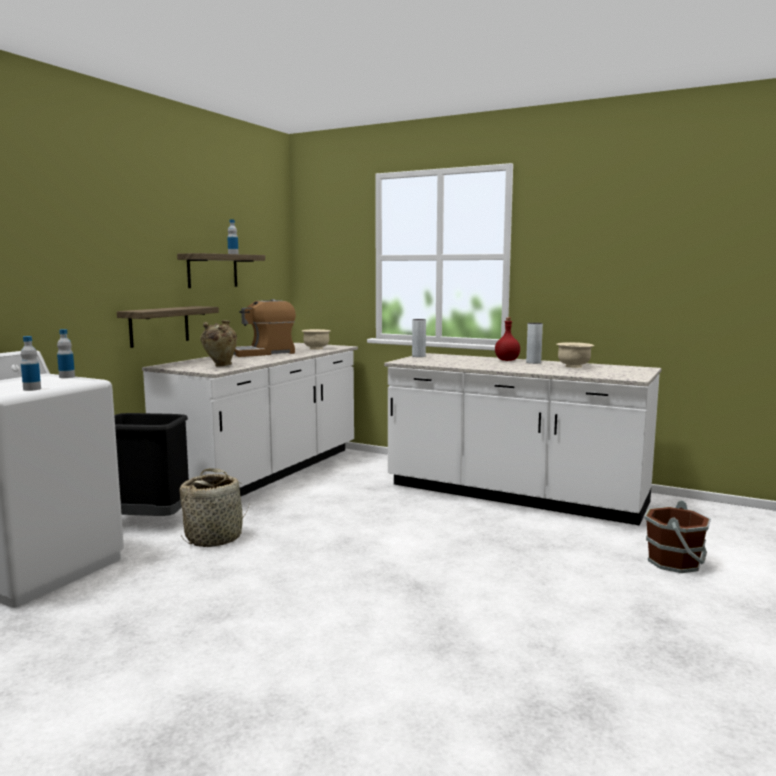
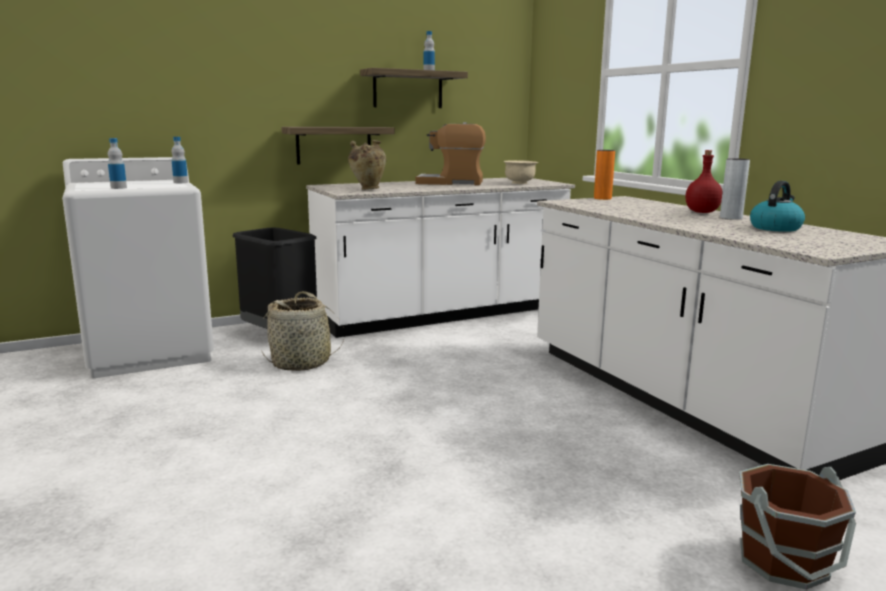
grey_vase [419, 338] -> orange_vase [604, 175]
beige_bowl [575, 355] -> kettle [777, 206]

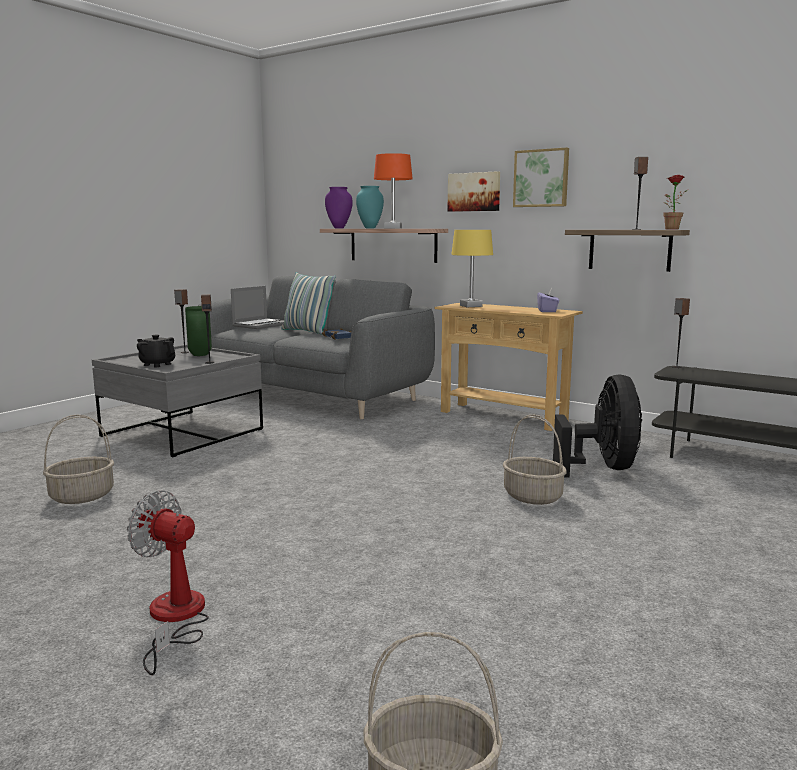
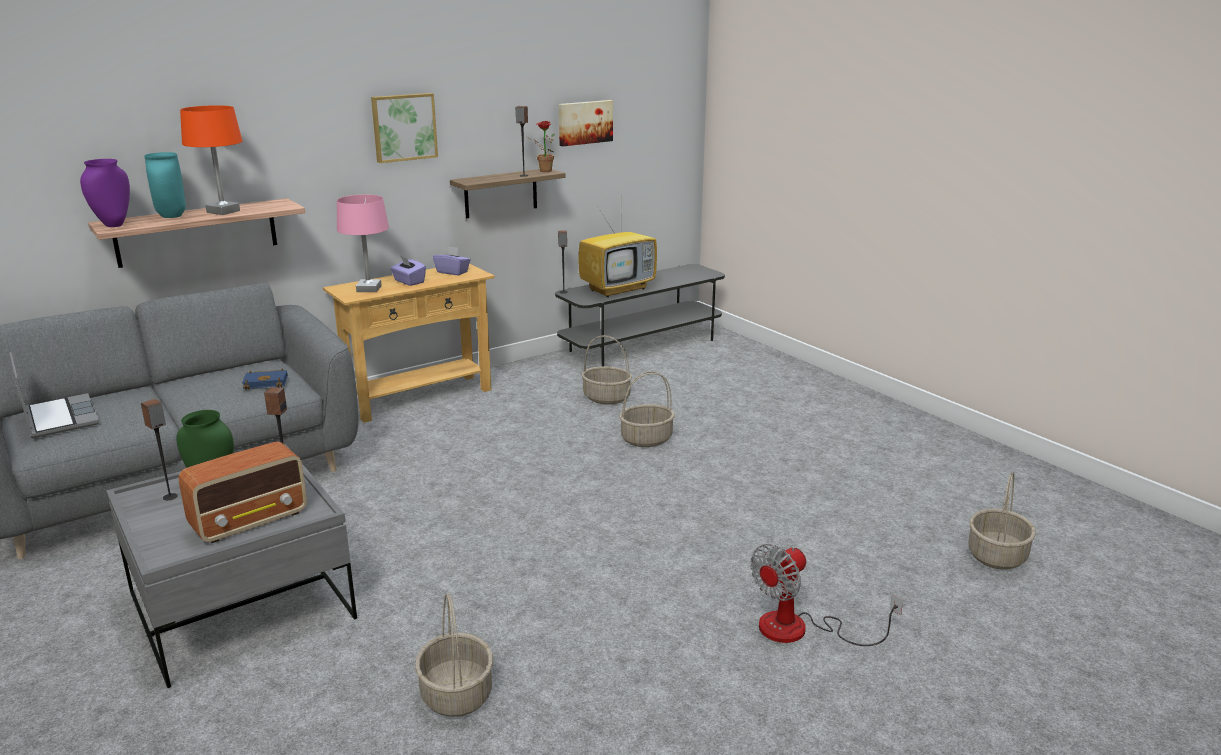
black_teapot [156, 351] -> radio [243, 492]
pillow [309, 303] -> none
picture [473, 191] -> picture [586, 123], relocated
yellow_table_lamp [472, 268] -> pink_table_lamp [363, 243]
black_fan [597, 426] -> basket [606, 370]
none -> purple_tissue_box [408, 271]
none -> television [617, 251]

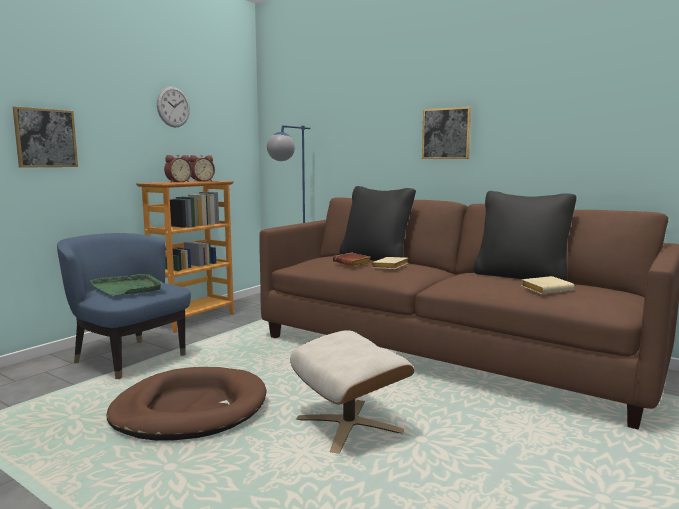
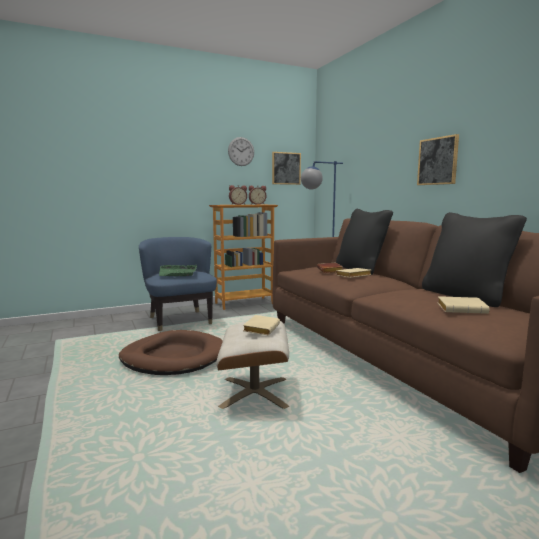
picture [45, 137] -> picture [286, 168], relocated
none -> beige_book [261, 325]

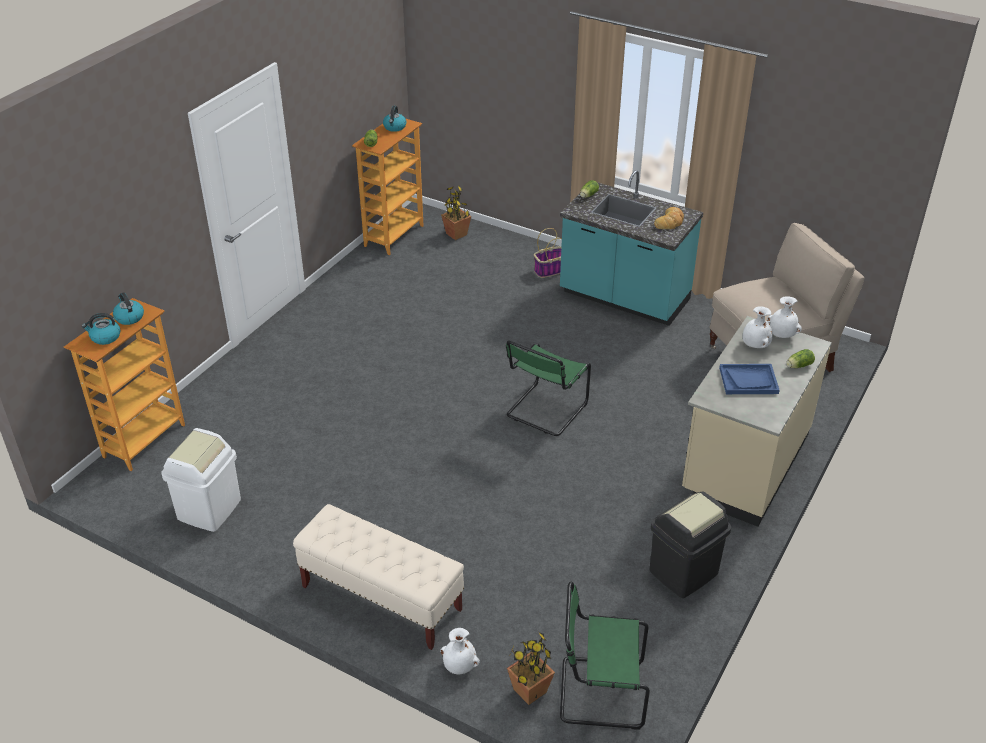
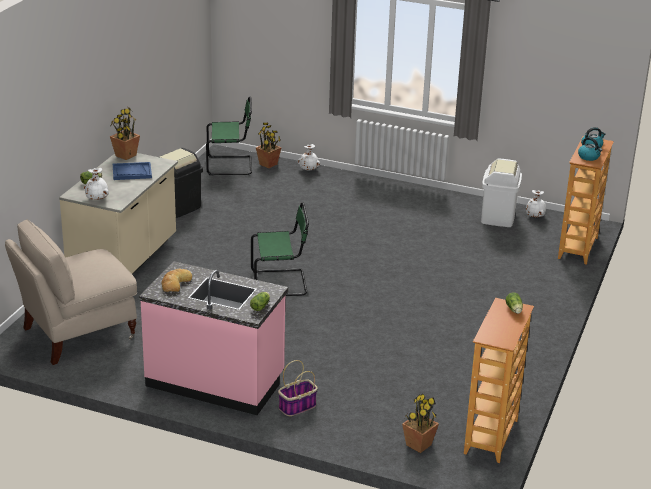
beige_bench [378, 577] -> none
kettle [394, 119] -> none
green_chair [548, 388] -> green_chair [280, 249], 60 degrees clockwise
turquoise_counter [631, 248] -> pink_counter [213, 338]
white_vase [757, 327] -> white_vase [536, 203], relocated
none -> potted_plant [125, 133]

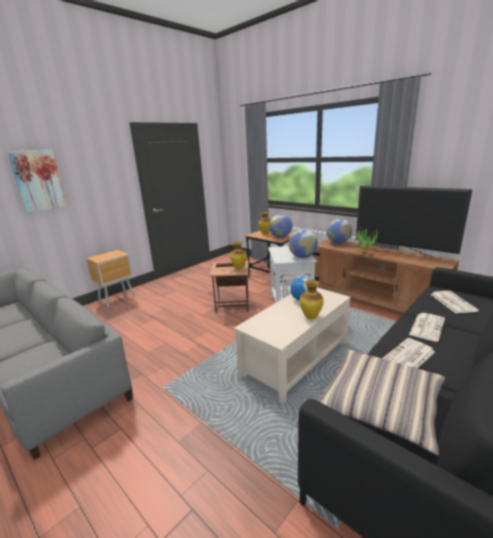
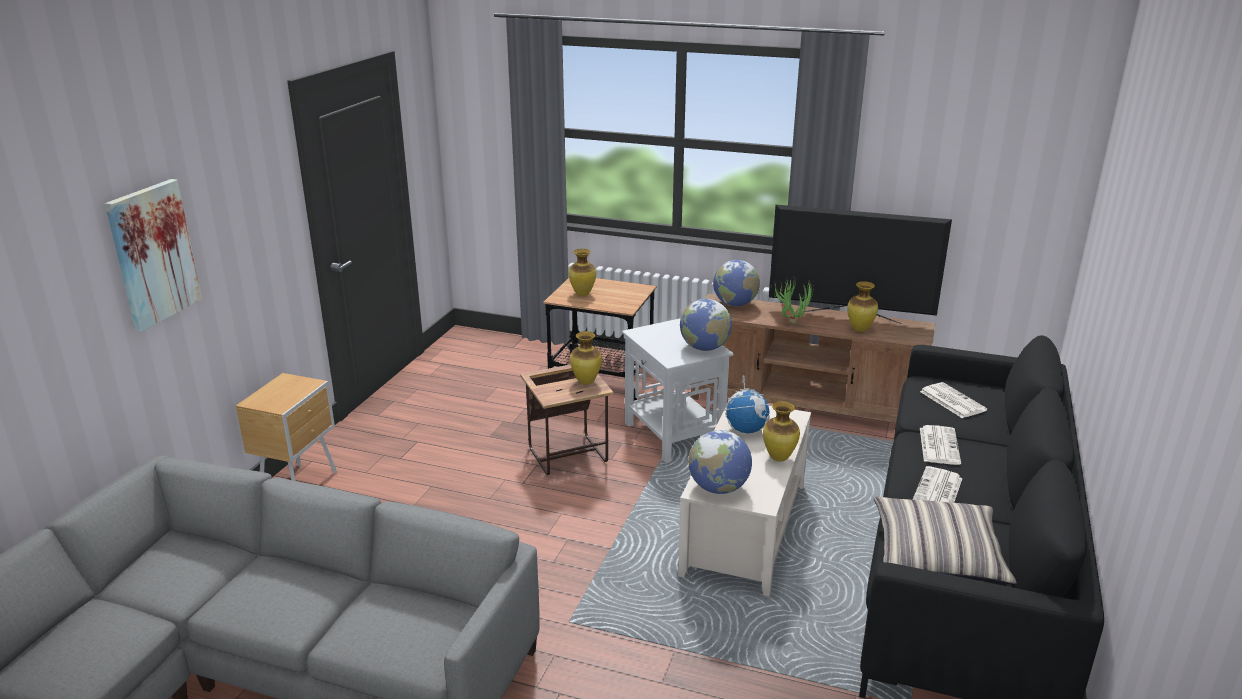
globe [280, 226] -> globe [720, 462], relocated
none -> vase [862, 306]

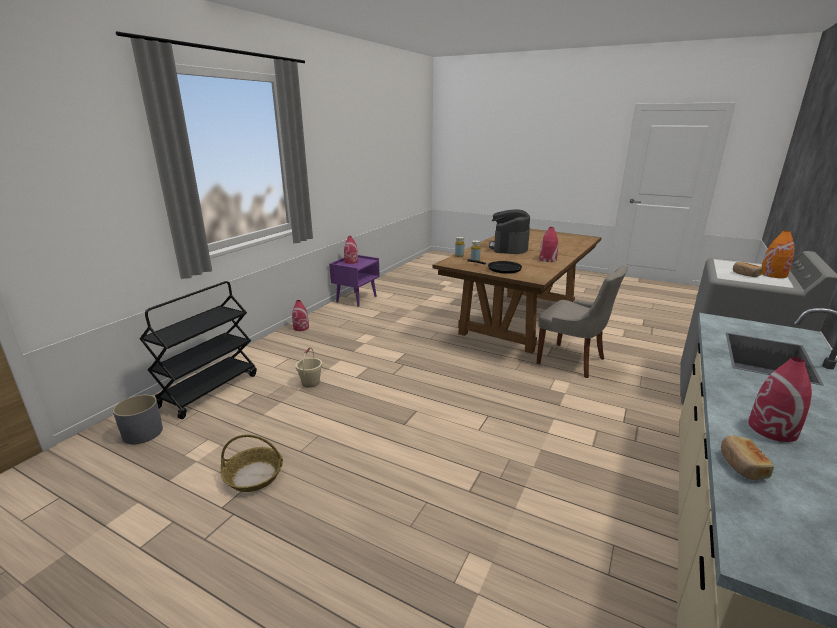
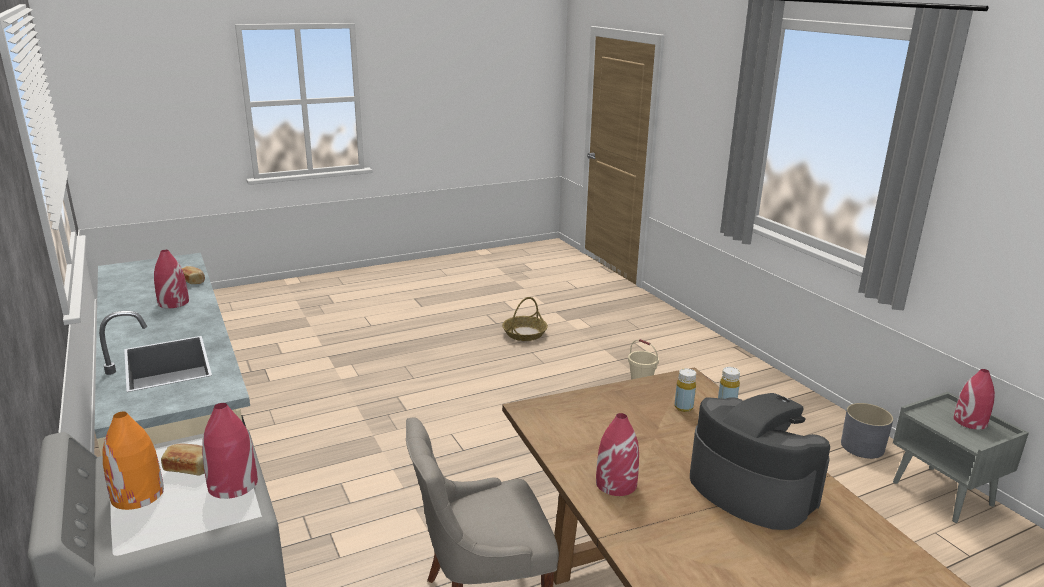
grey_planter [138, 420] -> grey_planter [867, 431], relocated
black_cart [198, 350] -> none
red_vase [300, 315] -> red_vase [230, 451], relocated
purple_nightstand [354, 281] -> grey_nightstand [961, 457]
black_frying_pan [494, 266] -> none

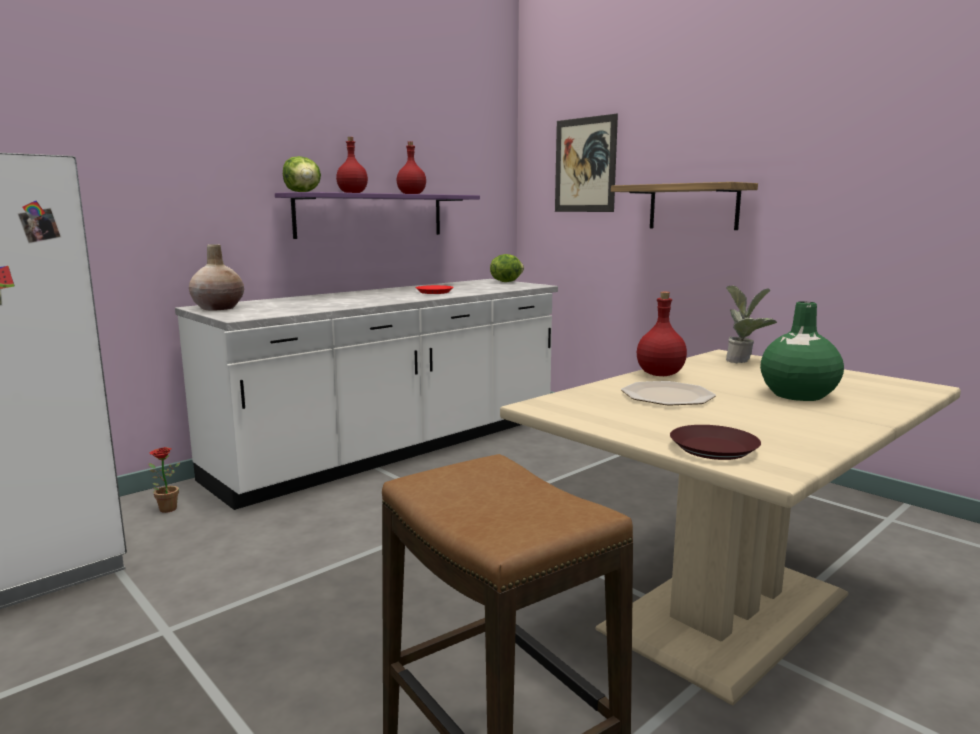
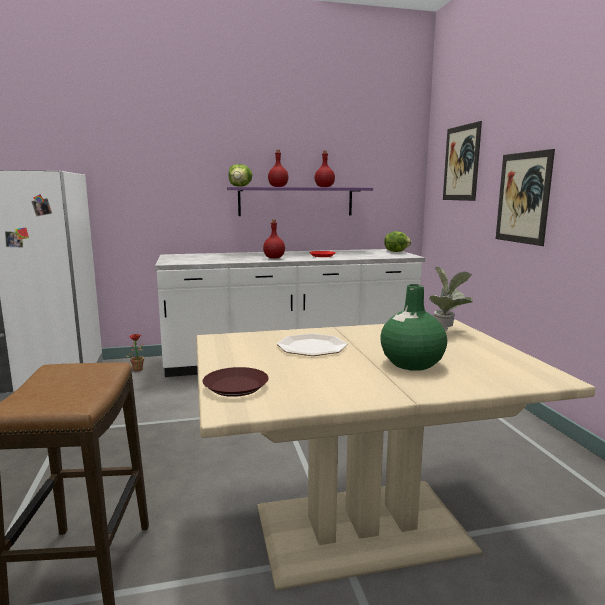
beige_vase [216, 277] -> none
shelf [684, 206] -> picture [525, 197]
red_bottle [662, 334] -> red_bottle [274, 239], relocated

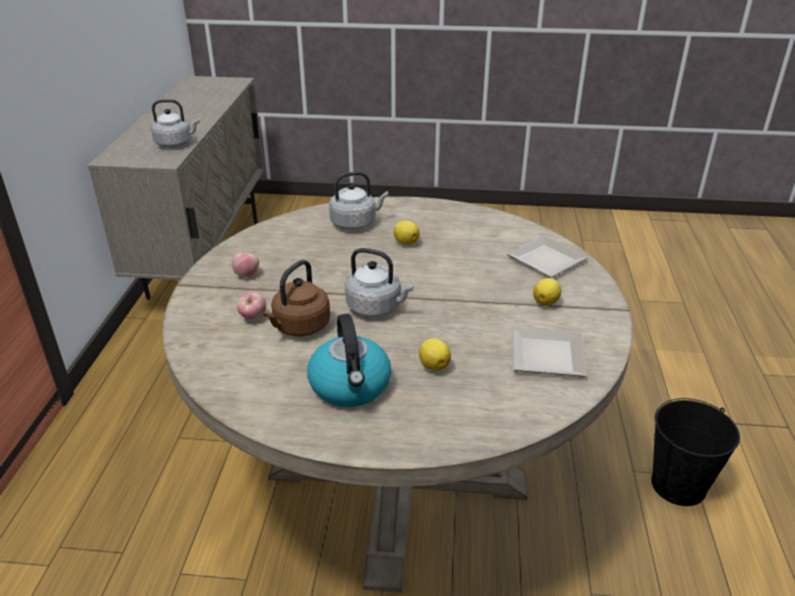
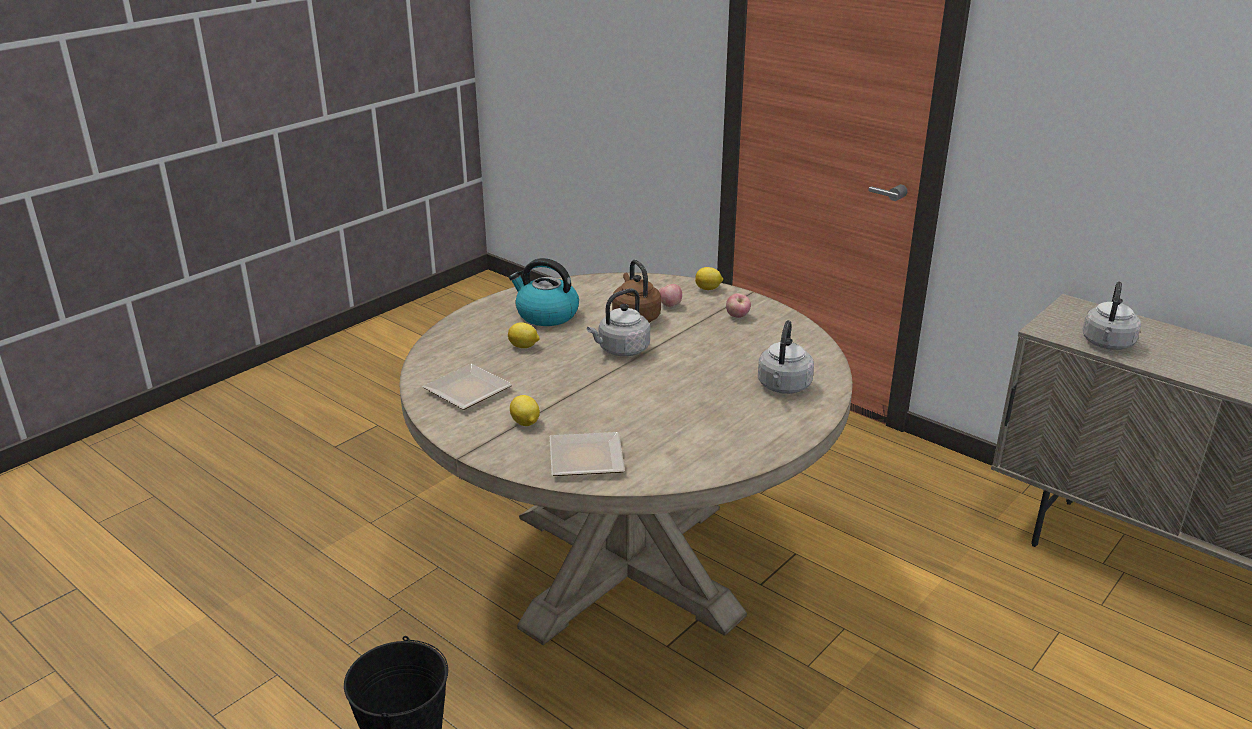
lemon [407, 233] -> lemon [709, 278], relocated

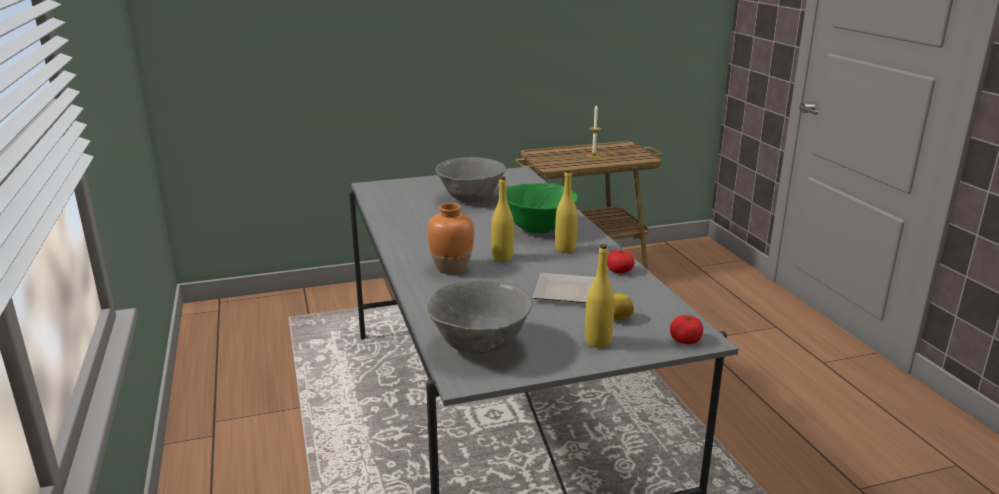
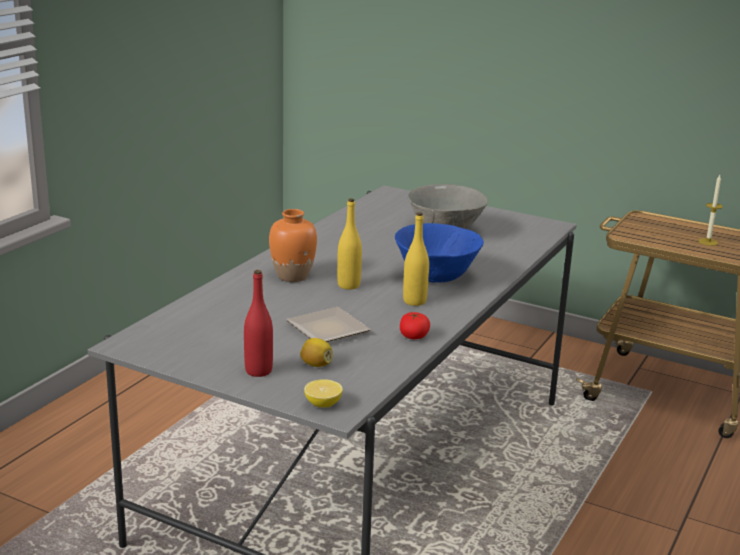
grey_bowl [479, 316] -> none
green_bowl [542, 208] -> blue_bowl [439, 253]
yellow_bottle [600, 296] -> red_bottle [258, 323]
tomato [686, 329] -> lemon [323, 393]

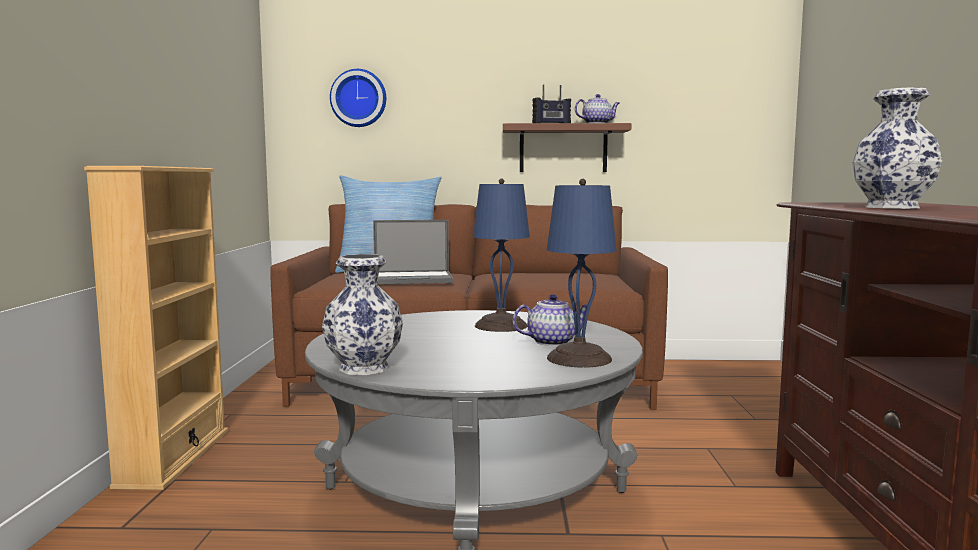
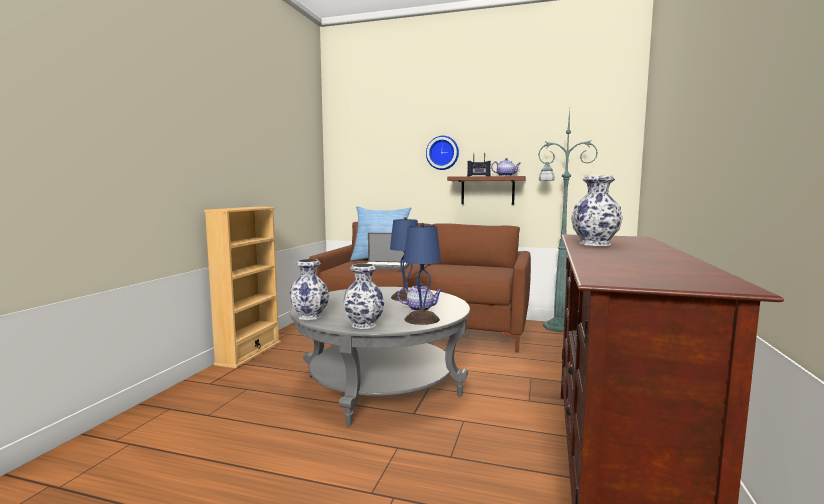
wall_clock [358, 98] -> wall_clock [442, 153], relocated
none -> vase [363, 296]
none -> green_floor_lamp [568, 220]

